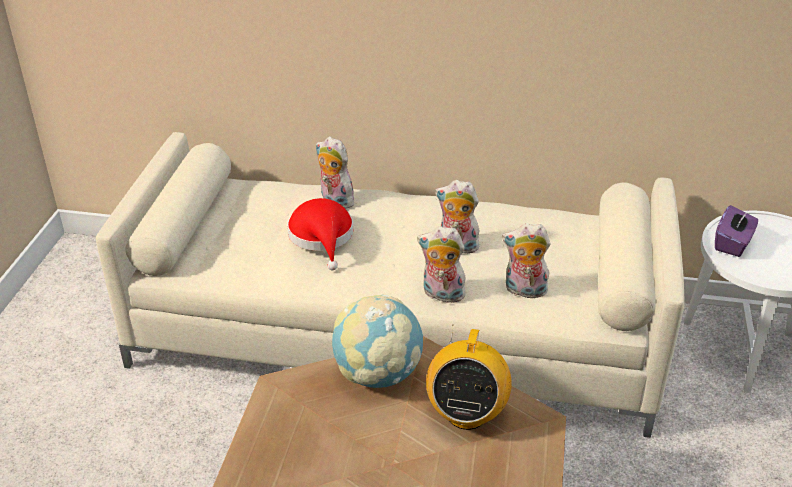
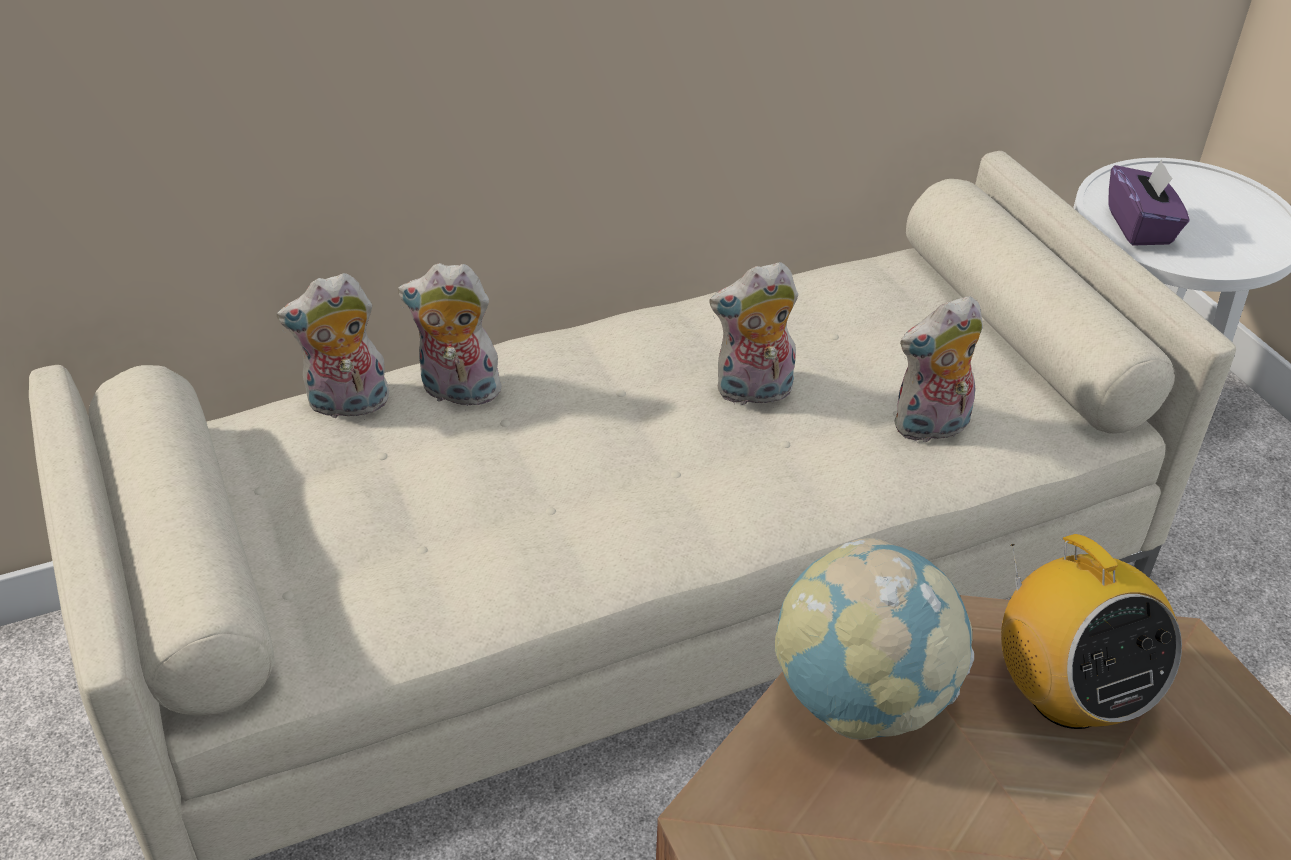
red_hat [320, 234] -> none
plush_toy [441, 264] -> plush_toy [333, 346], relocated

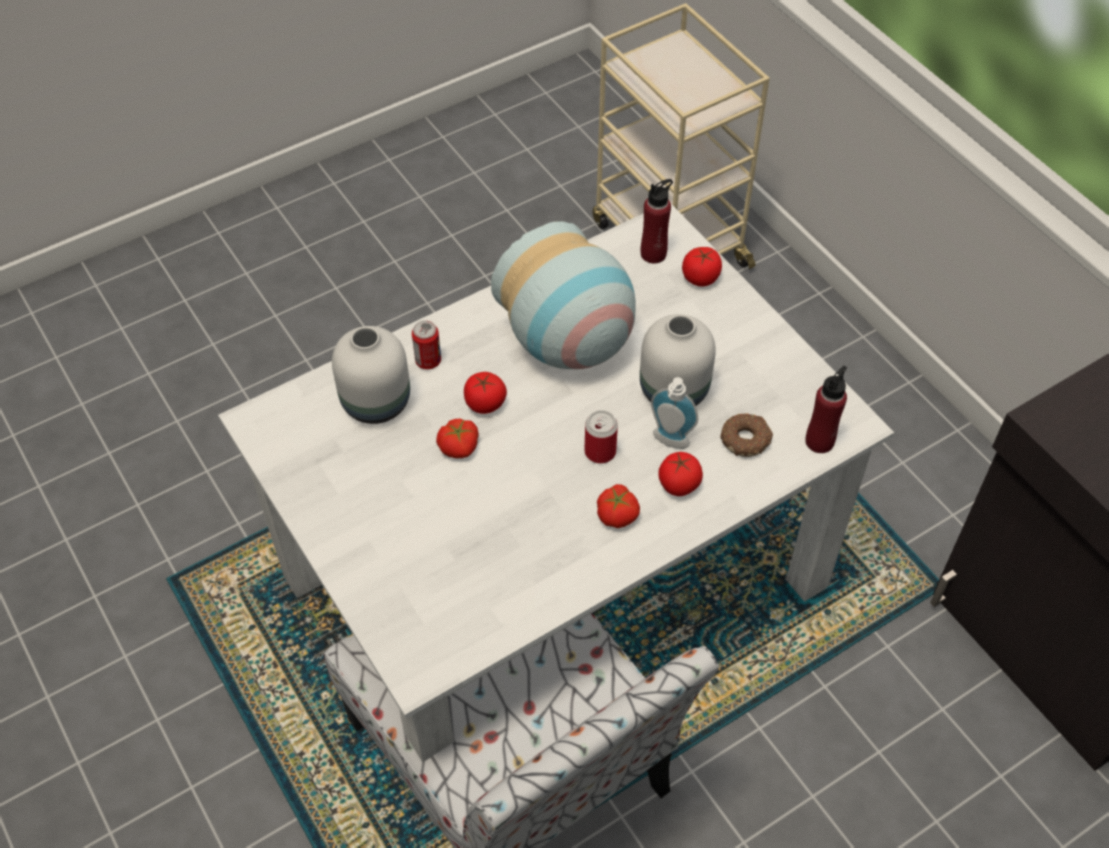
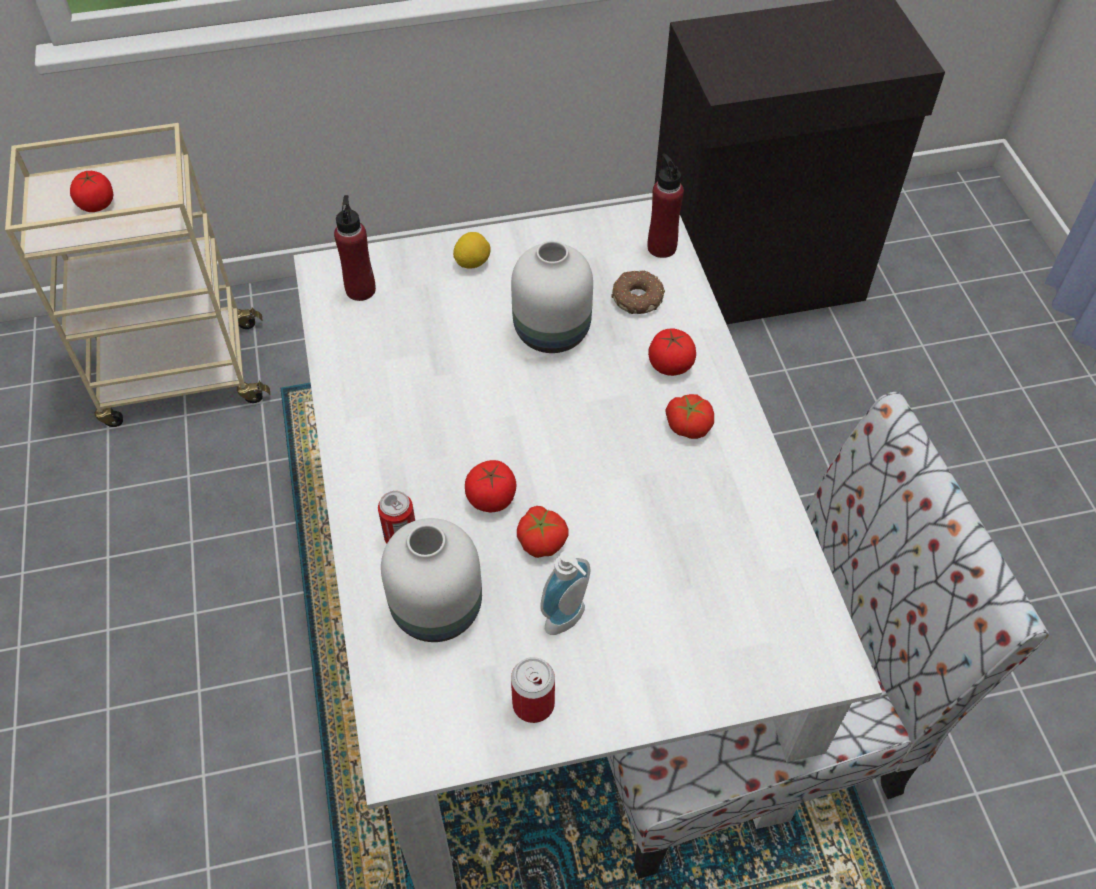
vase [563, 295] -> none
can [601, 437] -> can [533, 690], relocated
soap_dispenser [674, 413] -> soap_dispenser [565, 592], relocated
tomato [702, 267] -> tomato [91, 191], relocated
none -> lemon [472, 250]

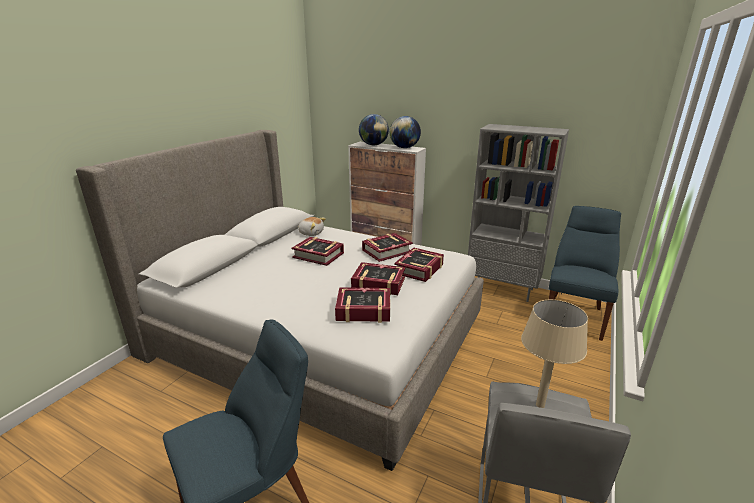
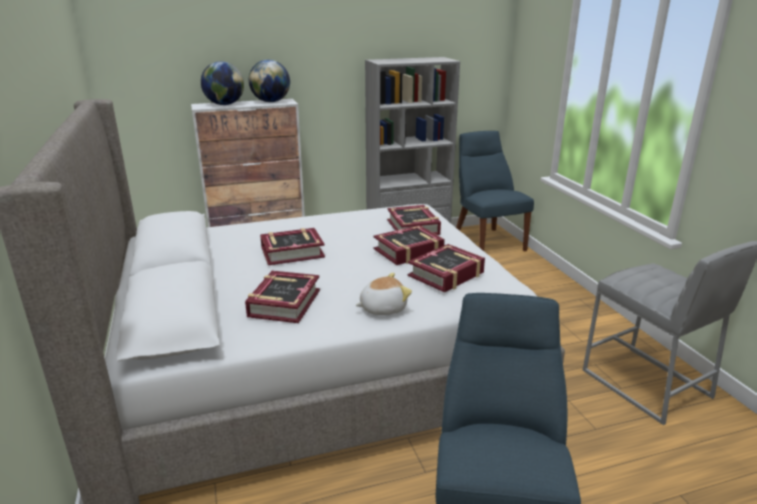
plush_toy [311, 226] -> plush_toy [383, 294], relocated
book [387, 247] -> book [282, 297], relocated
beige_table_lamp [554, 354] -> none

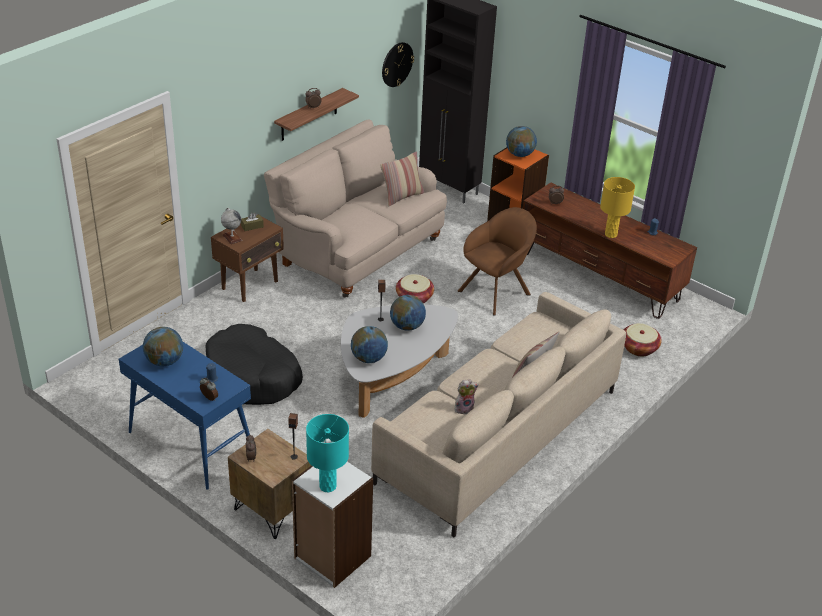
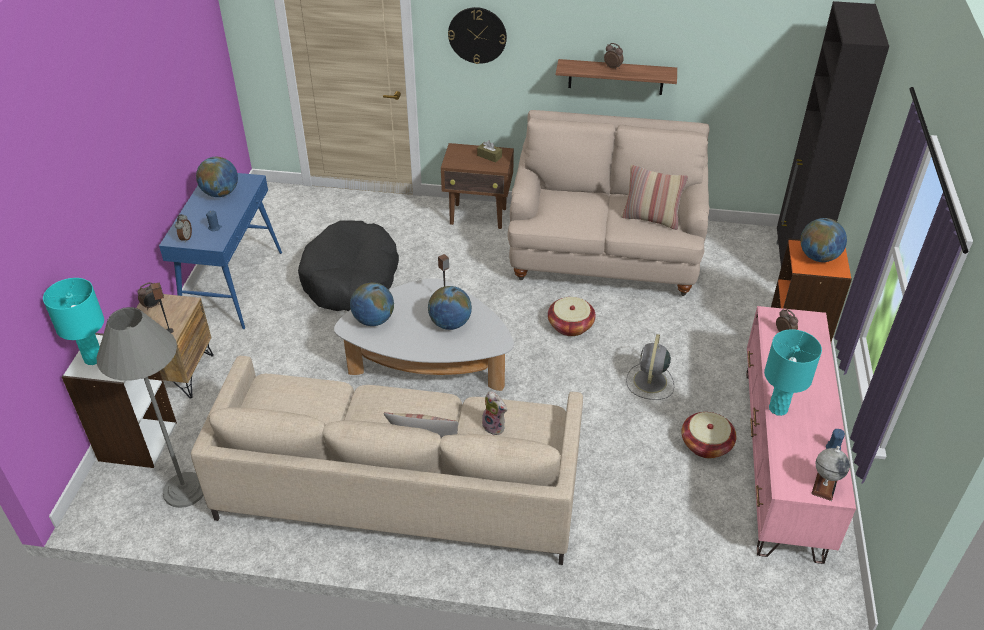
globe [231, 226] -> globe [830, 473], relocated
wall_clock [398, 64] -> wall_clock [477, 35], relocated
plush_toy [467, 396] -> plush_toy [494, 413], relocated
brown_armchair [497, 261] -> grey_fan [650, 367]
brown_tv_stand [610, 251] -> pink_tv_stand [801, 435]
yellow_table_lamp [617, 207] -> turquoise_table_lamp [793, 372]
basket [643, 339] -> basket [708, 435], relocated
none -> grey_floor_lamp [150, 407]

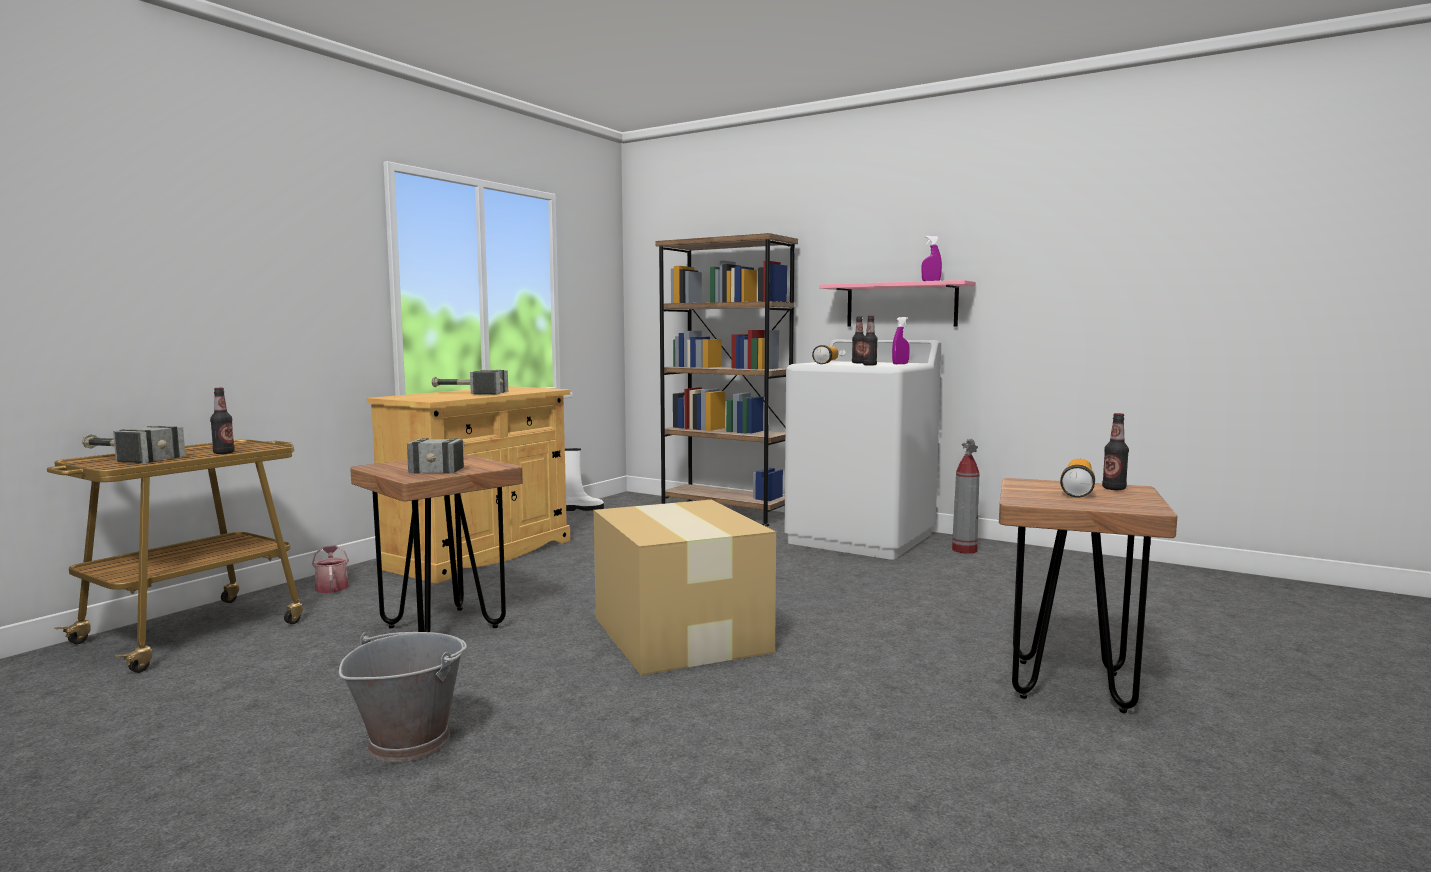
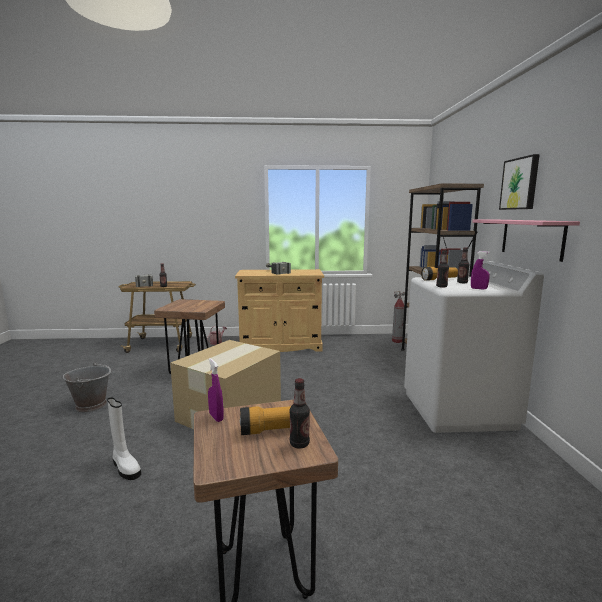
hammer [436, 456] -> none
white_boot [584, 479] -> white_boot [124, 438], relocated
purple_spray_bottle [931, 258] -> purple_spray_bottle [216, 390], relocated
fire_extinguisher [965, 496] -> fire_extinguisher [398, 317], relocated
none -> picture [519, 182]

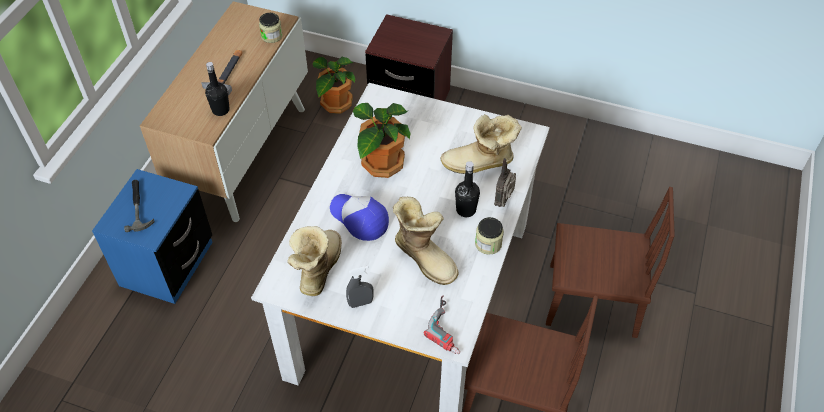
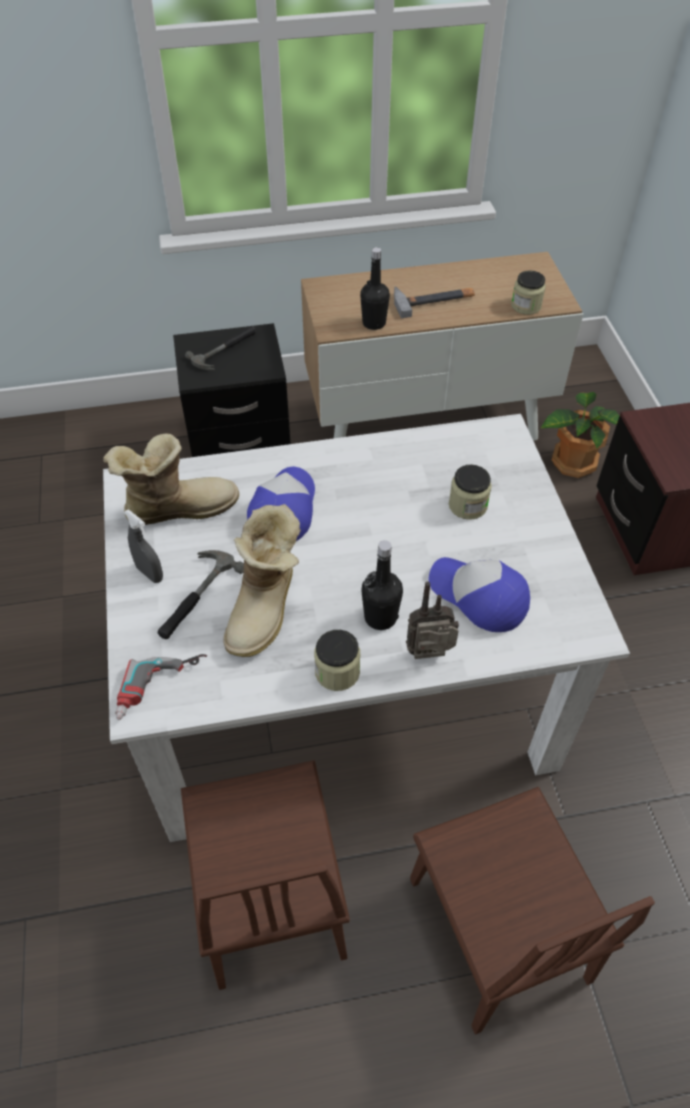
blue_nightstand [152, 236] -> black_nightstand [232, 390]
potted_plant [381, 140] -> none
boot [481, 144] -> cap [479, 594]
none -> hammer [201, 594]
none -> jar [470, 492]

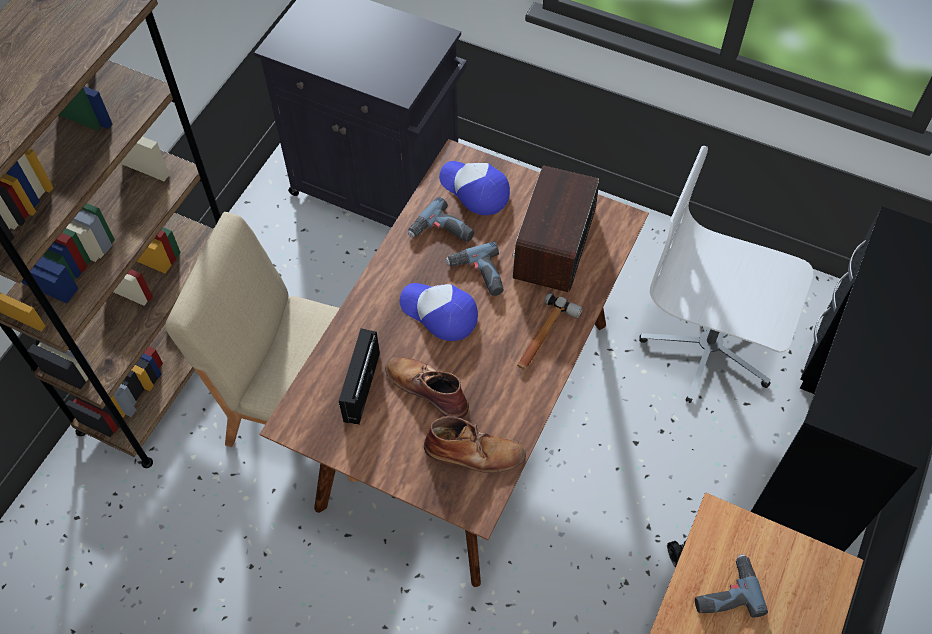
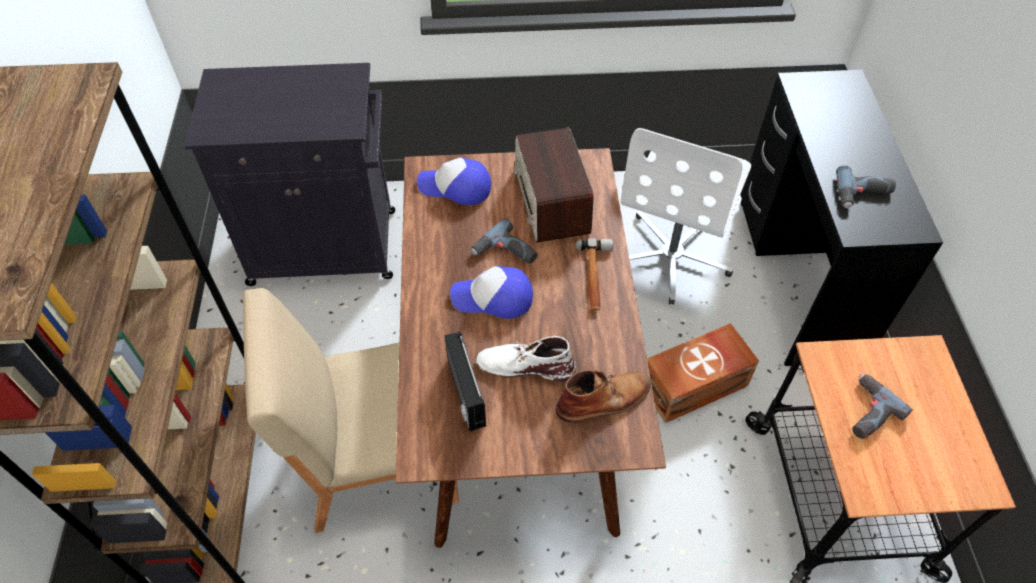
brown_boot [427, 387] -> white_boot [526, 359]
power_drill [441, 219] -> power_drill [866, 187], relocated
white_office_chair [726, 274] -> white_office_chair [686, 216], 60 degrees counterclockwise
none -> brown_storage_box [703, 373]

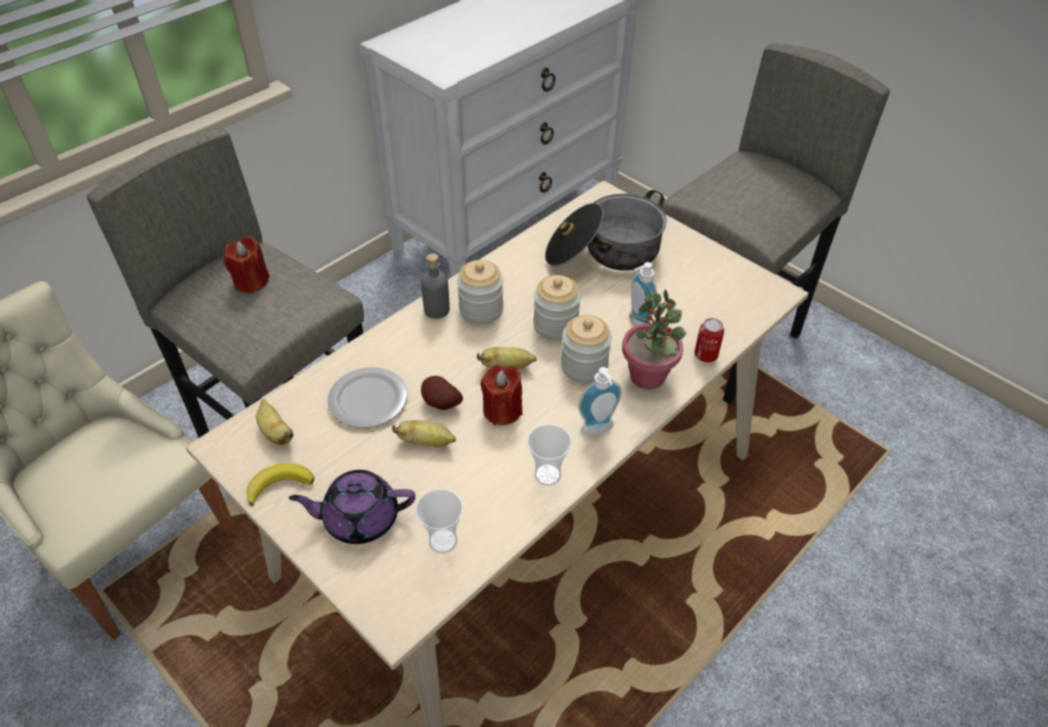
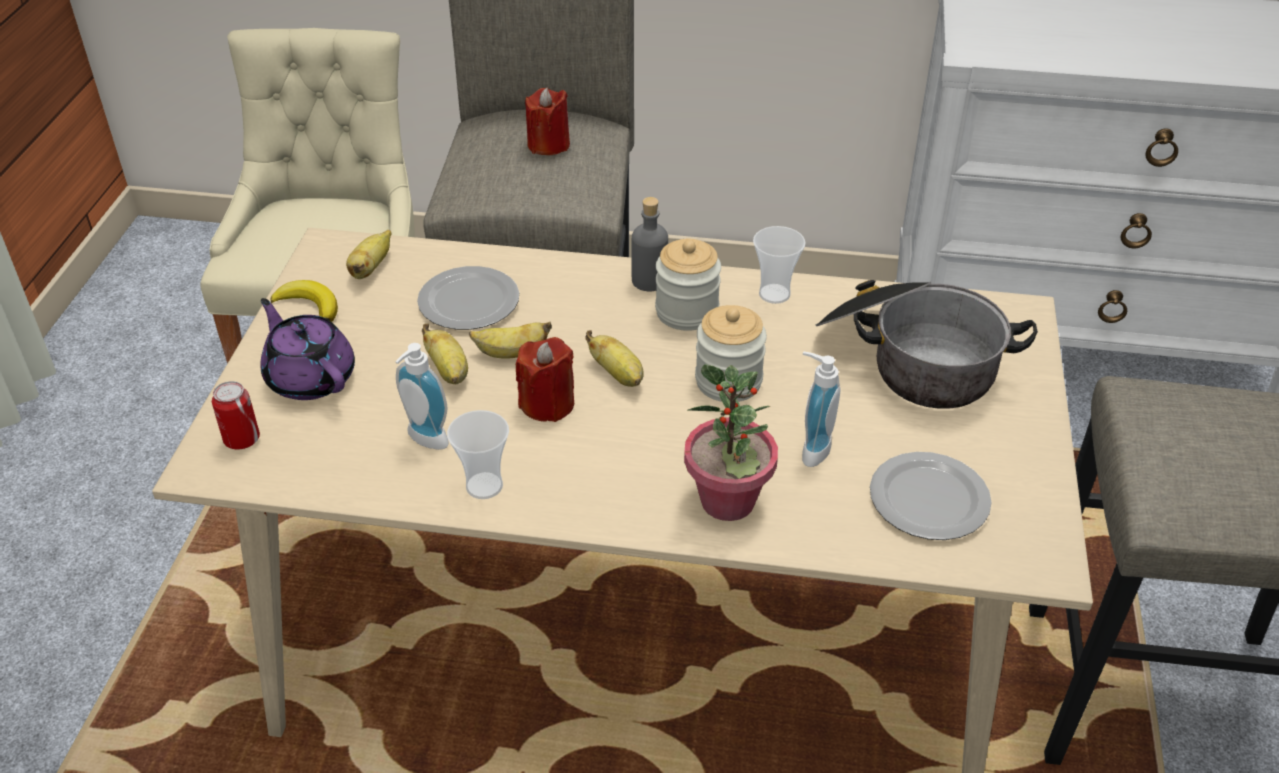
cup [440, 521] -> cup [779, 265], relocated
potato [442, 393] -> banana [510, 340]
jar [586, 349] -> none
soap_dispenser [600, 401] -> soap_dispenser [422, 396], relocated
can [709, 340] -> can [236, 415], relocated
none -> plate [931, 496]

